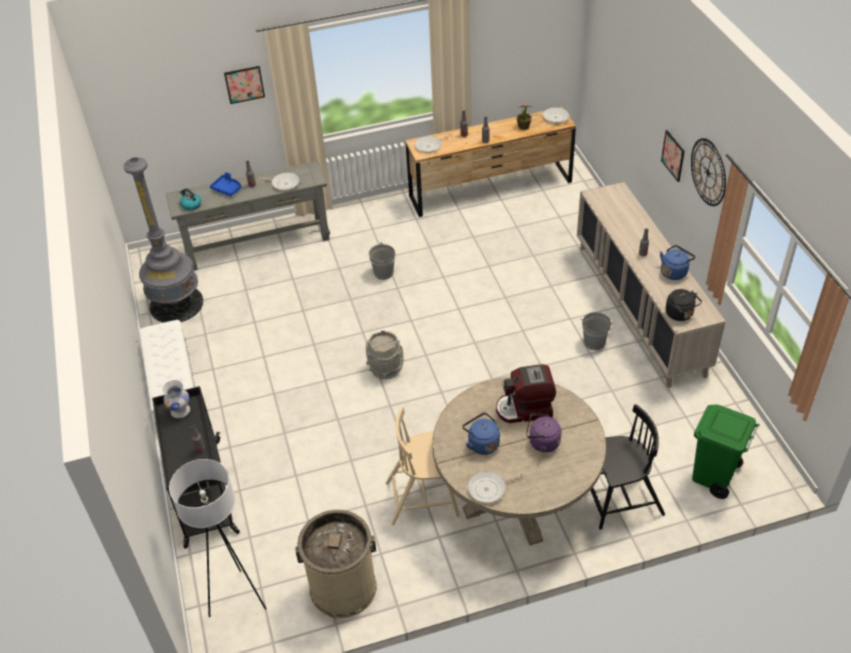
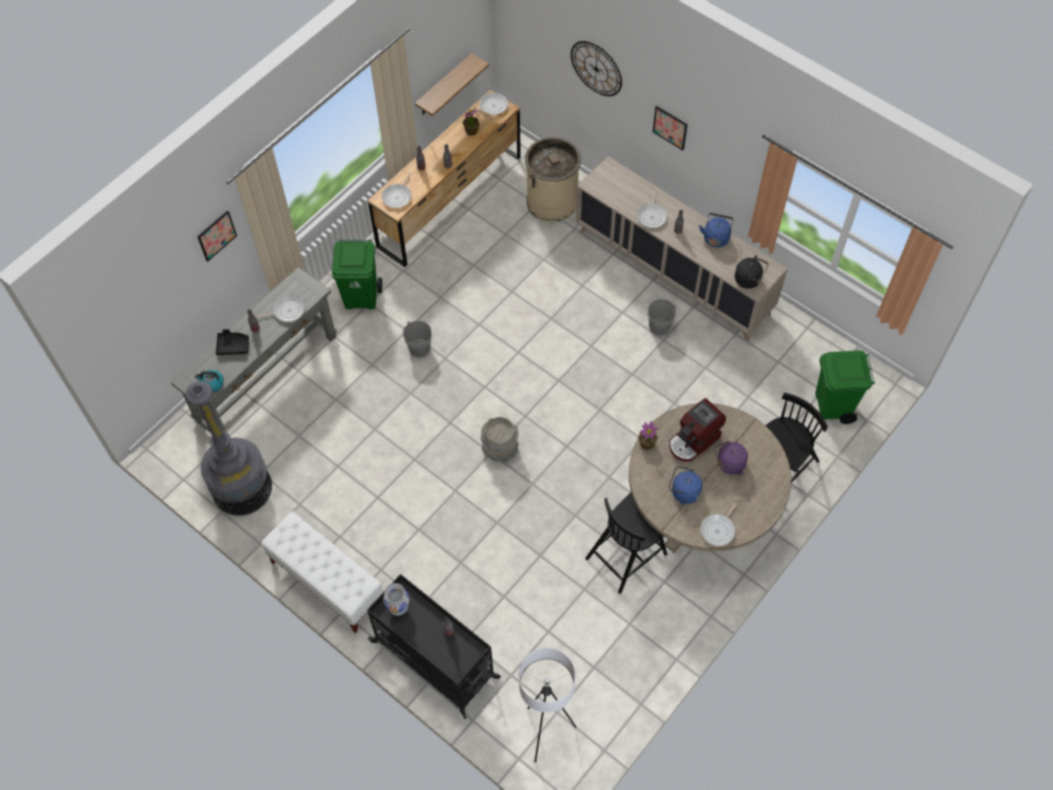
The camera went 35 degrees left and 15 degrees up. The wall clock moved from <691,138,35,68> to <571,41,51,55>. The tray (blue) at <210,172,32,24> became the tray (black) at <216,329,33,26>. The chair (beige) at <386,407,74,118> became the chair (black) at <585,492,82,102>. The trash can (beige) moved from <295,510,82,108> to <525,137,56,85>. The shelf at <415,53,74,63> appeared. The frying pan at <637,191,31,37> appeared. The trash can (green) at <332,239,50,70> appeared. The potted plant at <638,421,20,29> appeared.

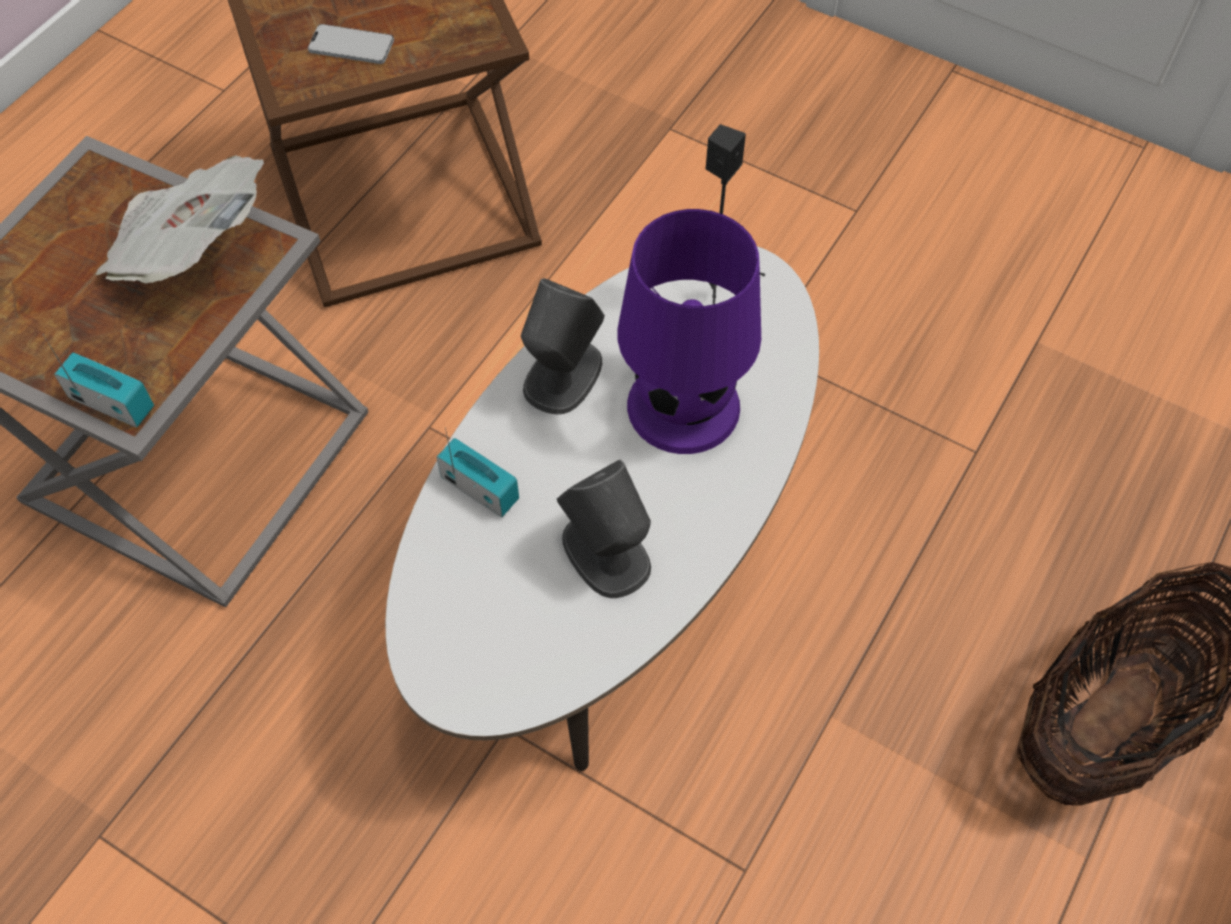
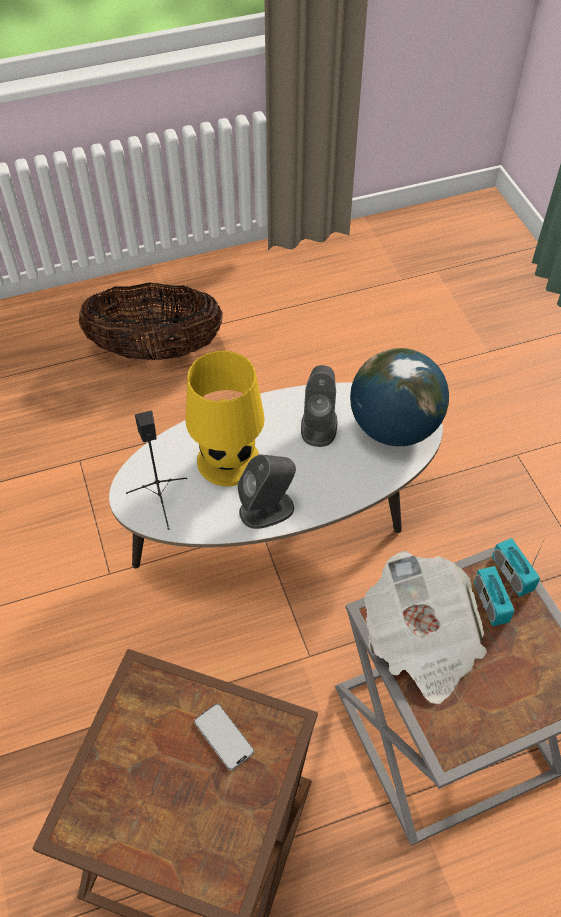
The camera went 140 degrees left and 5 degrees down. The table lamp (purple) at <617,209,144,245> became the table lamp (yellow) at <186,351,79,135>. The radio moved from <436,427,83,90> to <474,566,47,60>. The globe at <350,348,99,98> appeared.

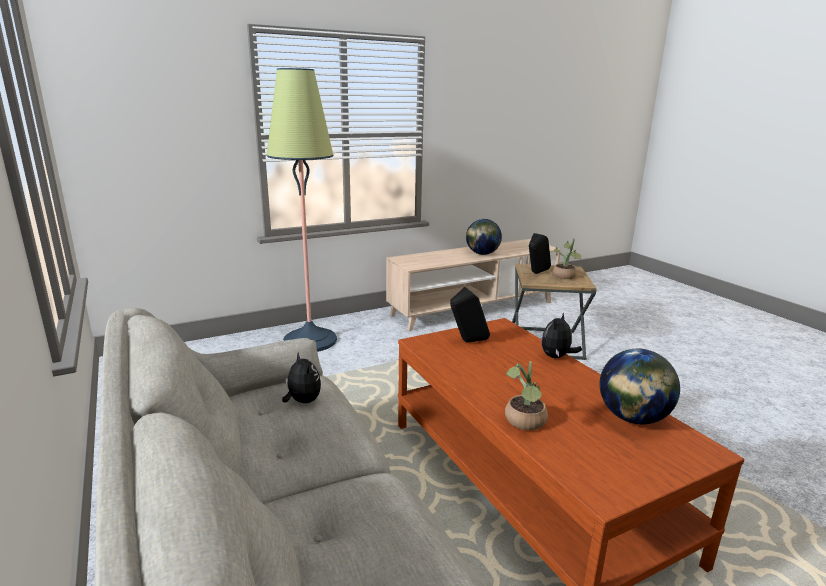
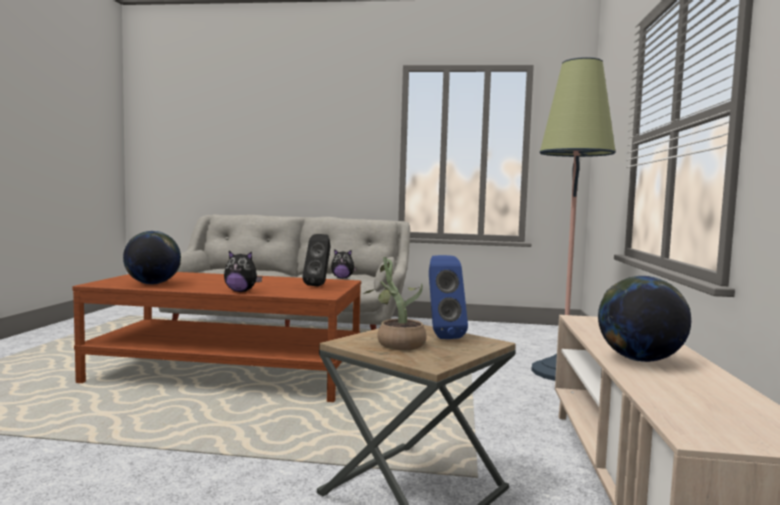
The camera went 125 degrees right and 15 degrees down. The speaker (black) at <529,233,22,41> became the speaker (blue) at <429,255,39,84>. The plush toy at <541,313,41,45> turned 120 degrees clockwise. The potted plant at <505,361,43,69> disappeared.

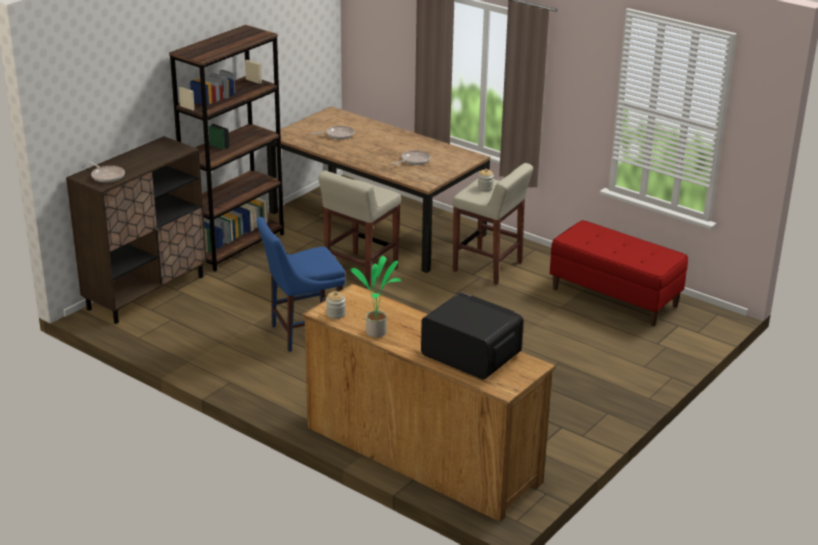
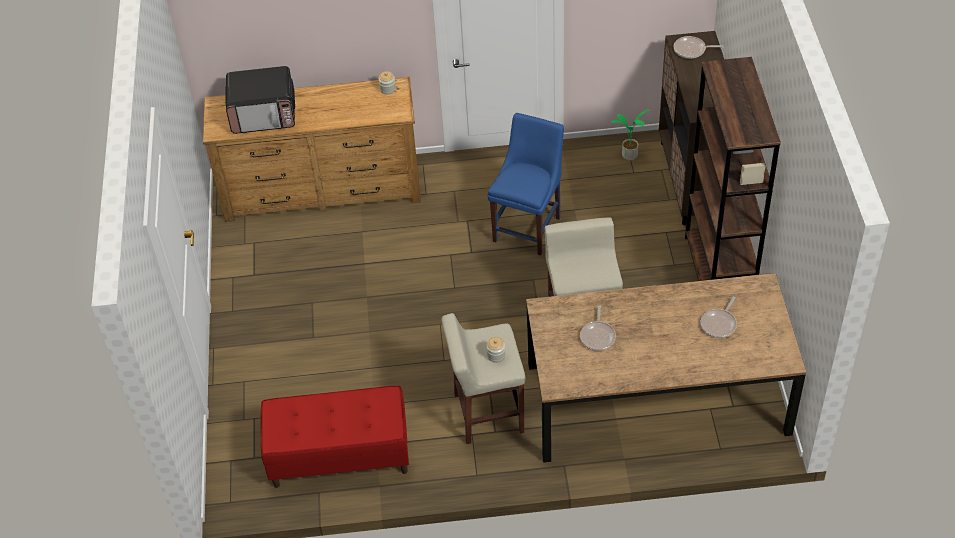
The camera went 140 degrees right and 20 degrees up. The potted plant moved from <351,256,50,82> to <611,110,38,50>.

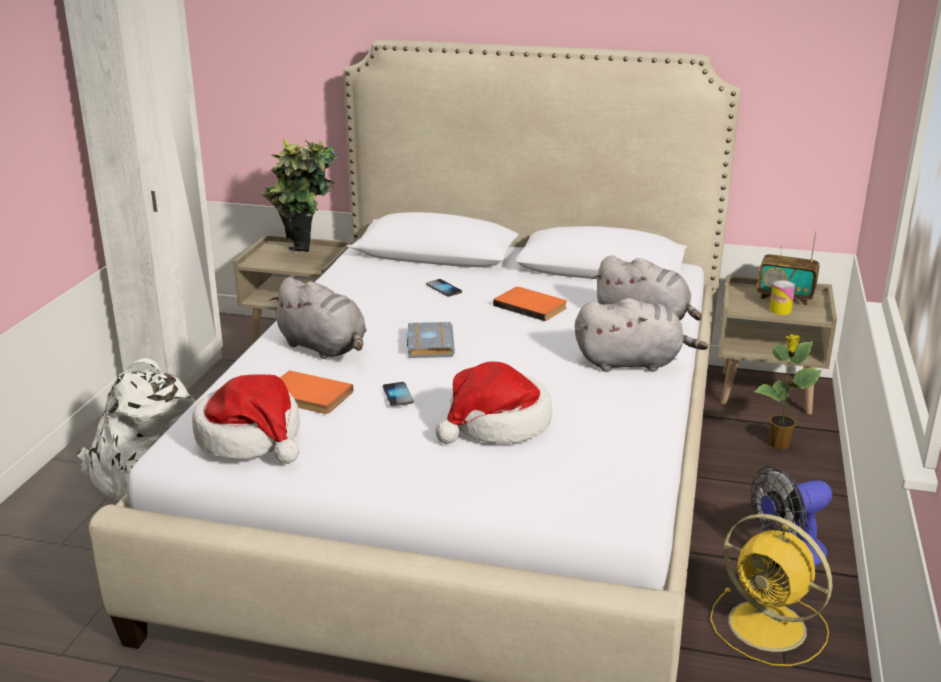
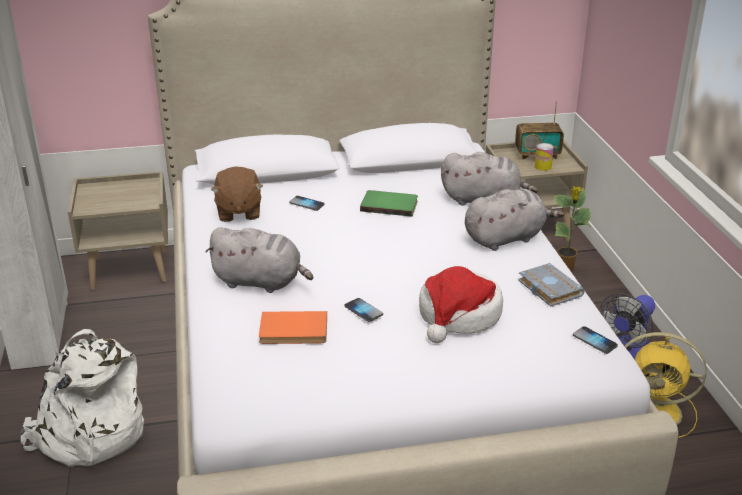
The camera went 25 degrees left and 5 degrees up. The potted plant at <261,139,77,113> disappeared. The book (orange) at <493,287,74,34> became the book (green) at <360,190,58,27>. The book (grey) moved from <407,322,48,36> to <518,263,67,44>. The hat at <192,374,108,90> disappeared. The plush toy (brown) at <211,166,52,56> appeared. The phone at <573,326,45,28> appeared.

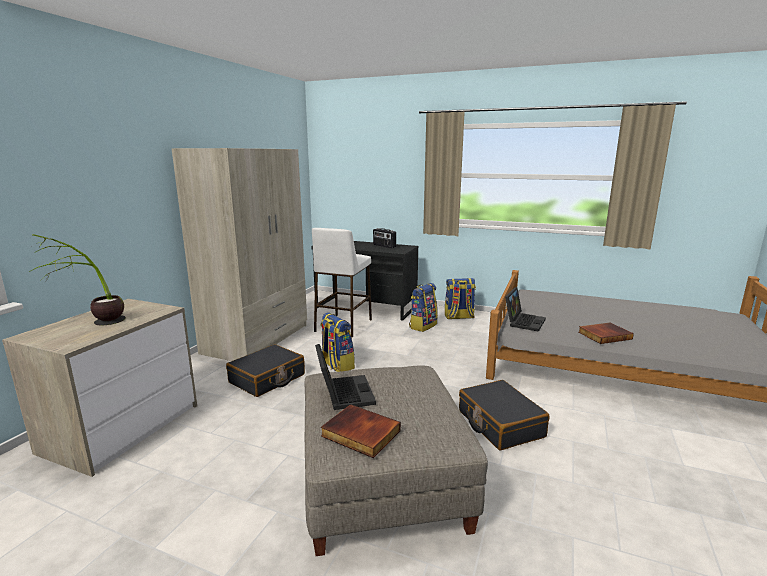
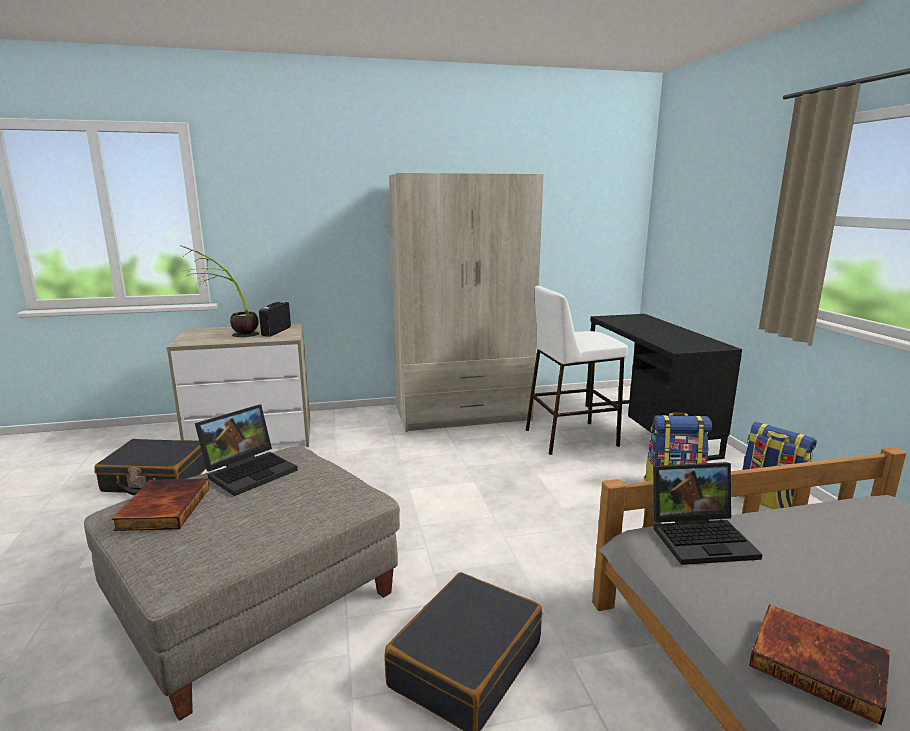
The camera went 55 degrees right and 0 degrees up. The radio moved from <373,228,23,20> to <259,301,32,36>. The backpack at <320,312,35,60> disappeared. The suitcase (black) moved from <226,344,79,53> to <94,439,112,56>.

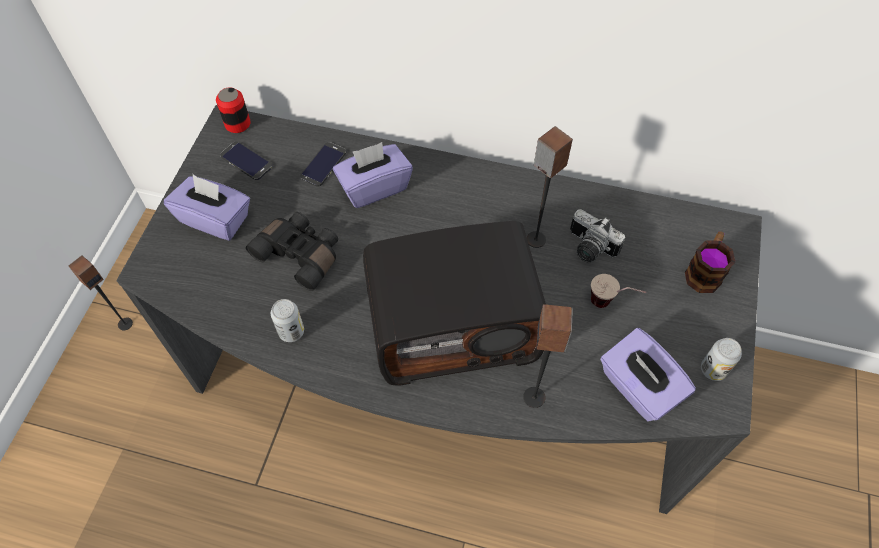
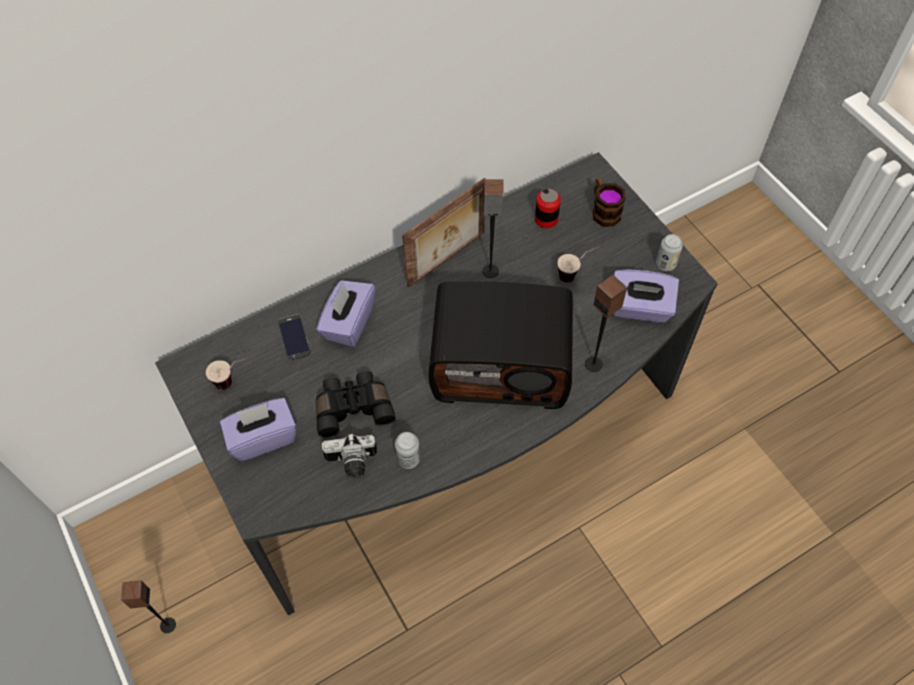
The camera went 45 degrees left and 0 degrees up. The can moved from <216,88,35,45> to <535,189,26,39>. The phone at <220,141,52,39> was replaced by the cup at <206,358,42,32>. The photo camera moved from <570,209,55,54> to <322,433,55,45>. The radio at <363,221,183,165> turned 60 degrees clockwise. The picture frame at <402,178,83,110> appeared.

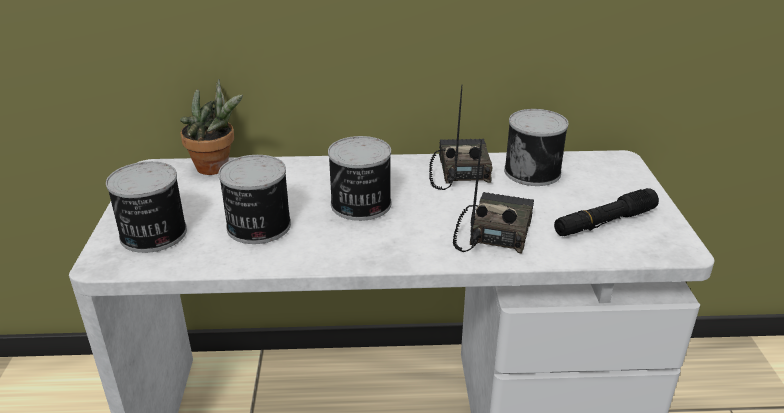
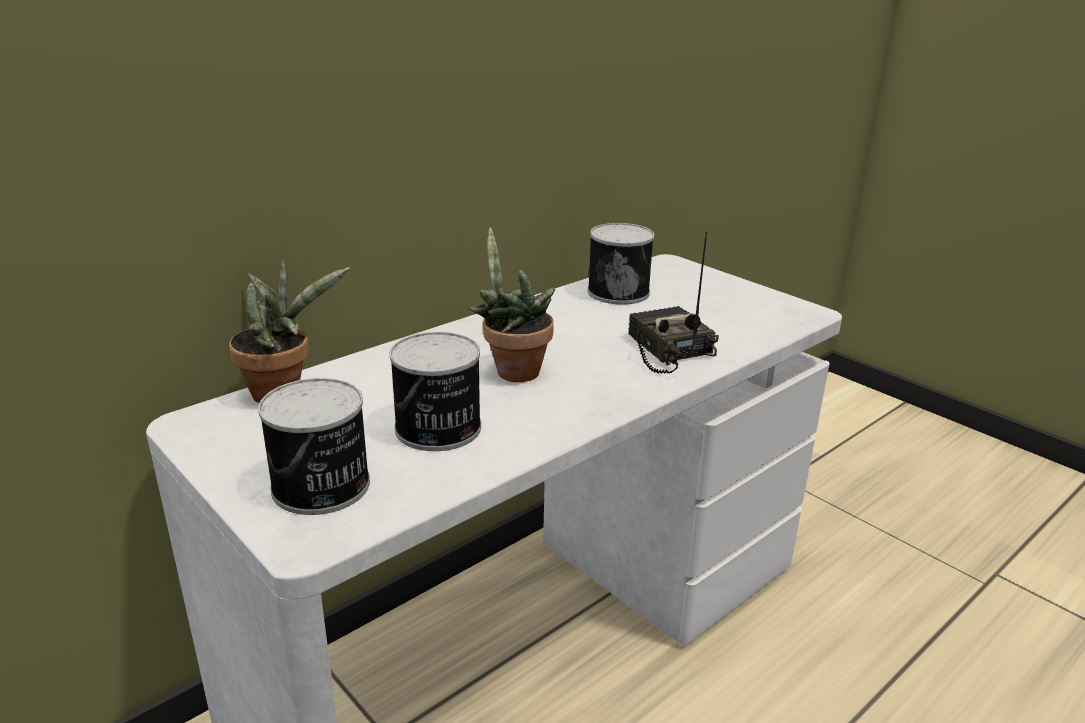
The camera went 40 degrees left and 5 degrees down. The radio at <429,85,63,105> disappeared. The can at <328,136,63,85> was replaced by the potted plant at <468,227,87,155>. The flashlight (black) at <554,188,105,48> disappeared.

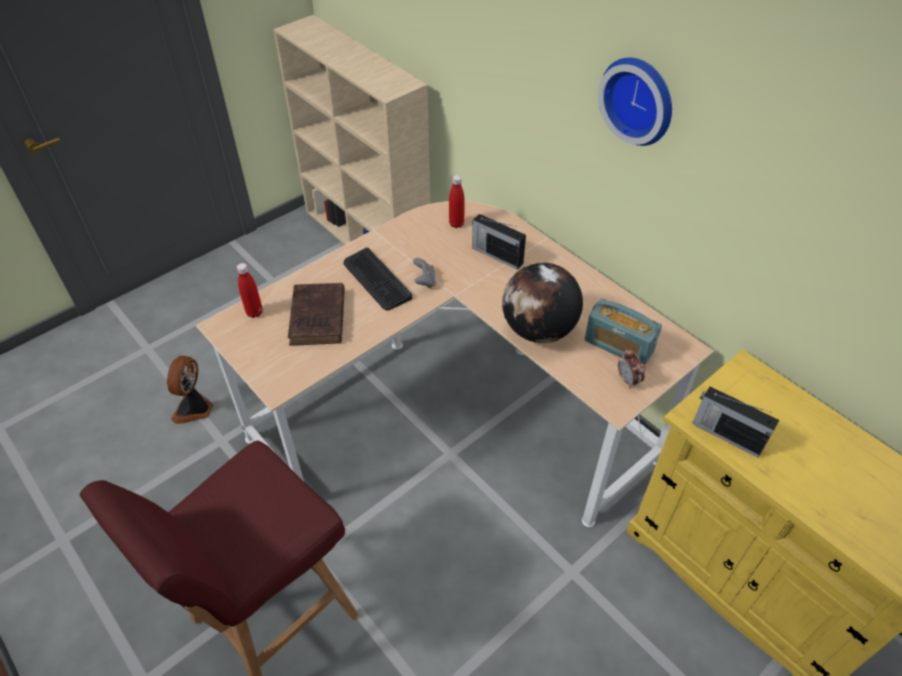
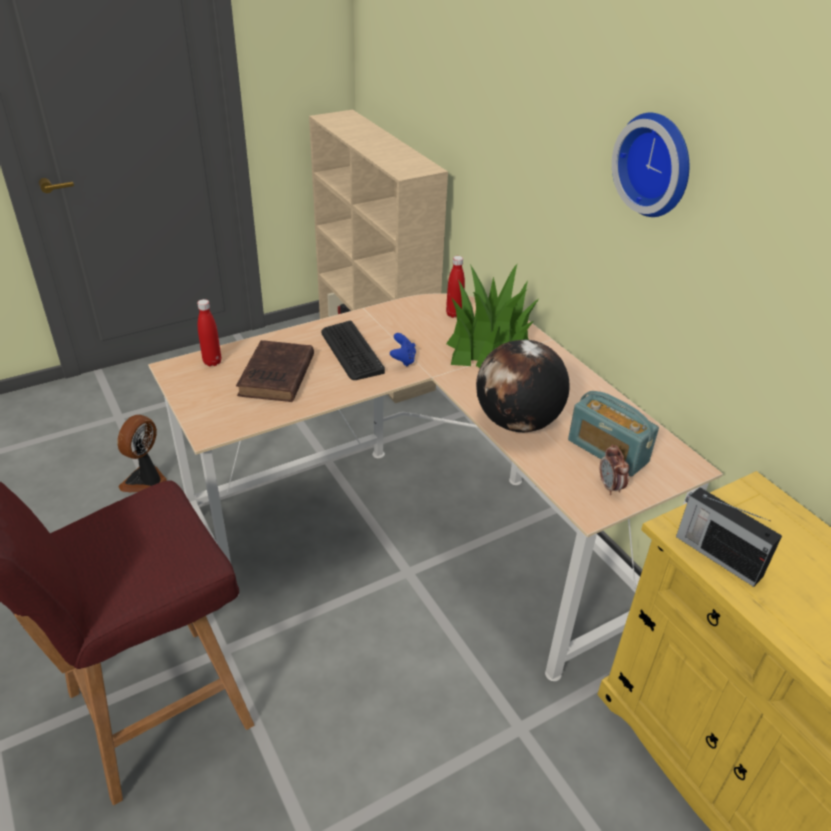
The camera went 10 degrees right and 10 degrees down. The radio at <472,214,54,55> was replaced by the potted plant at <446,264,93,104>. The game controller (grey) at <413,258,23,30> became the game controller (blue) at <390,333,26,34>.

